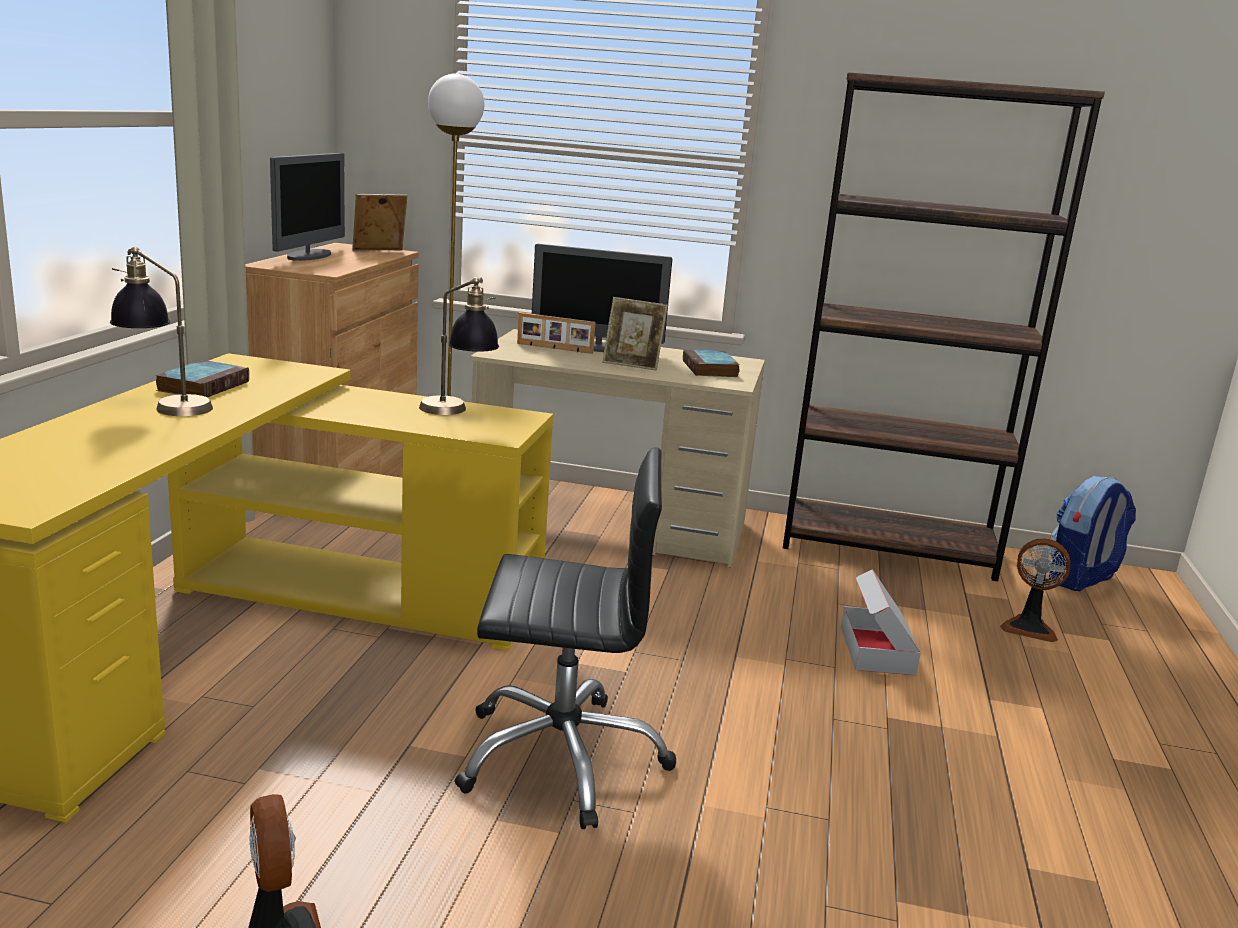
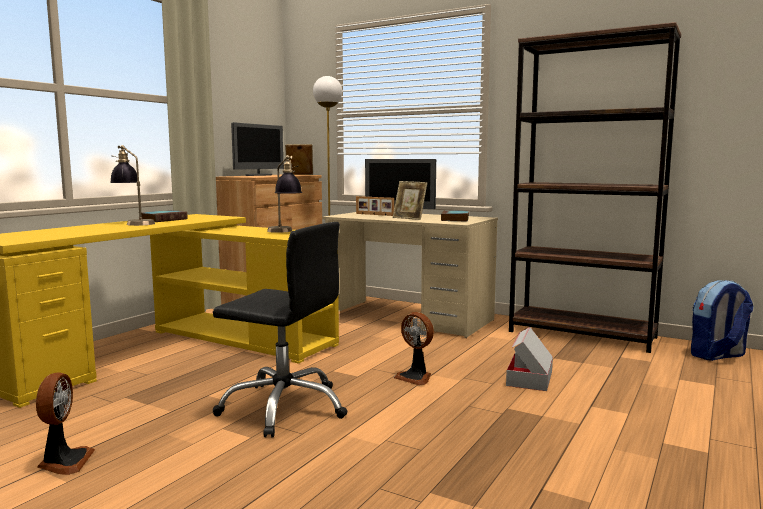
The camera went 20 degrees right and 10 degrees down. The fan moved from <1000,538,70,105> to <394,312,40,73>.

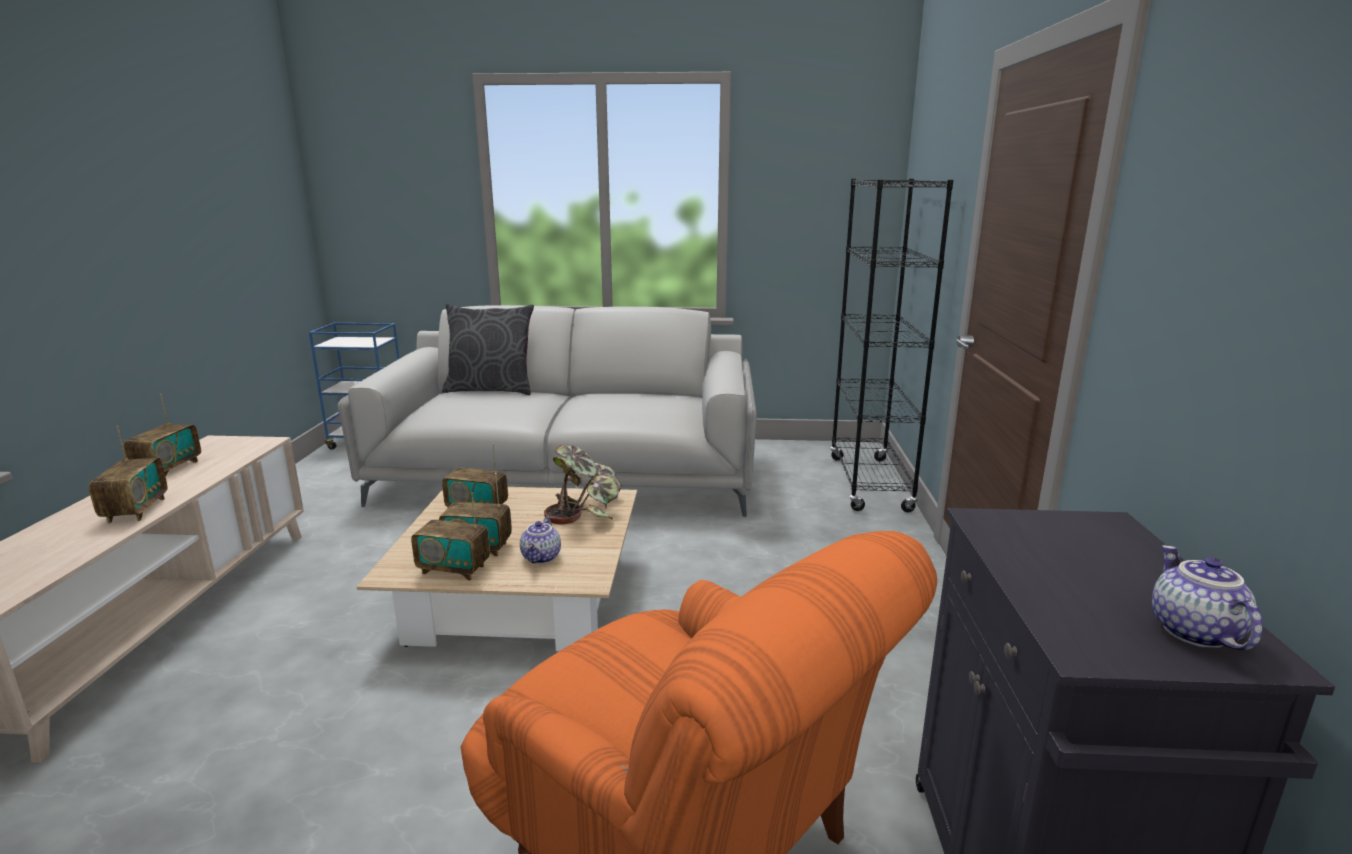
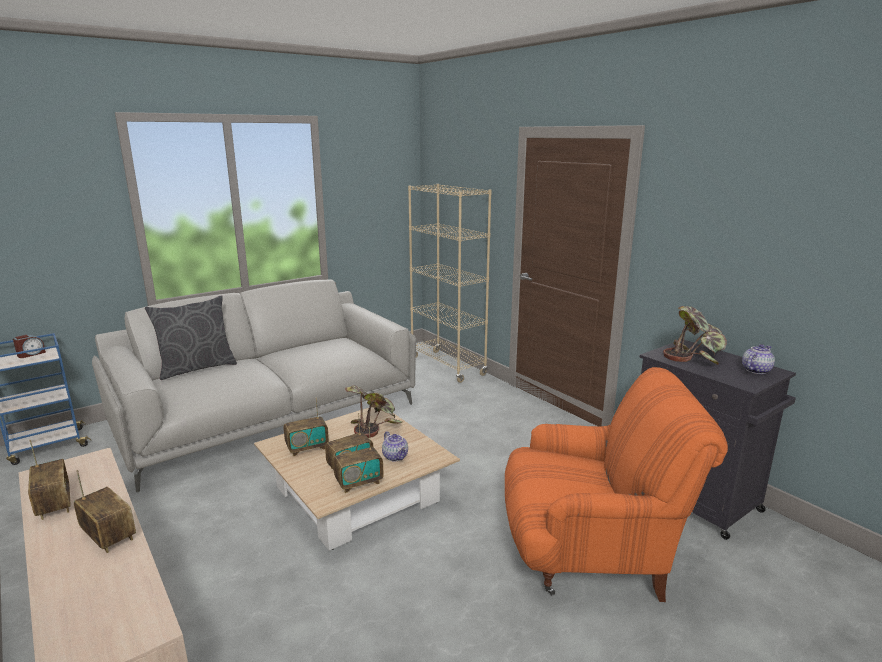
The camera went 40 degrees left and 0 degrees up. The bookcase (black) at <830,179,123,333> became the bookcase (beige) at <408,184,84,199>. The teapot at <1152,545,110,106> turned 90 degrees clockwise. The potted plant at <663,306,64,59> appeared. The alarm clock at <13,335,33,23> appeared.

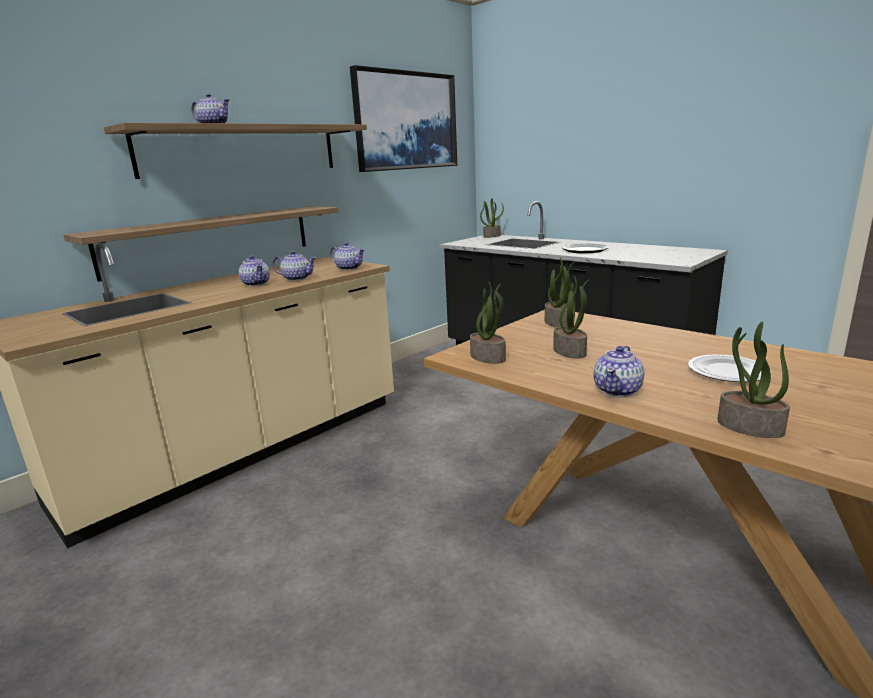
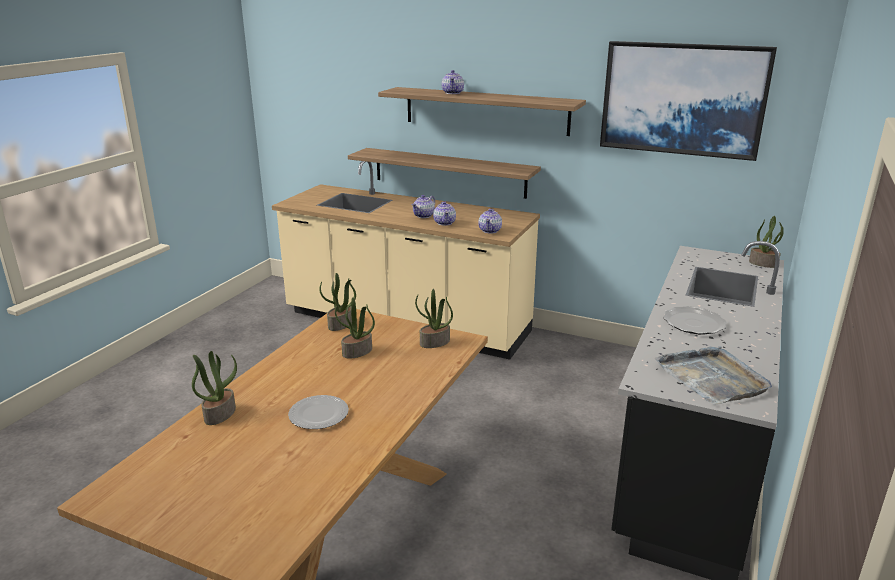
The camera went 70 degrees right and 5 degrees up. The teapot at <593,346,51,51> disappeared. The tray (grey) at <655,346,117,59> appeared.

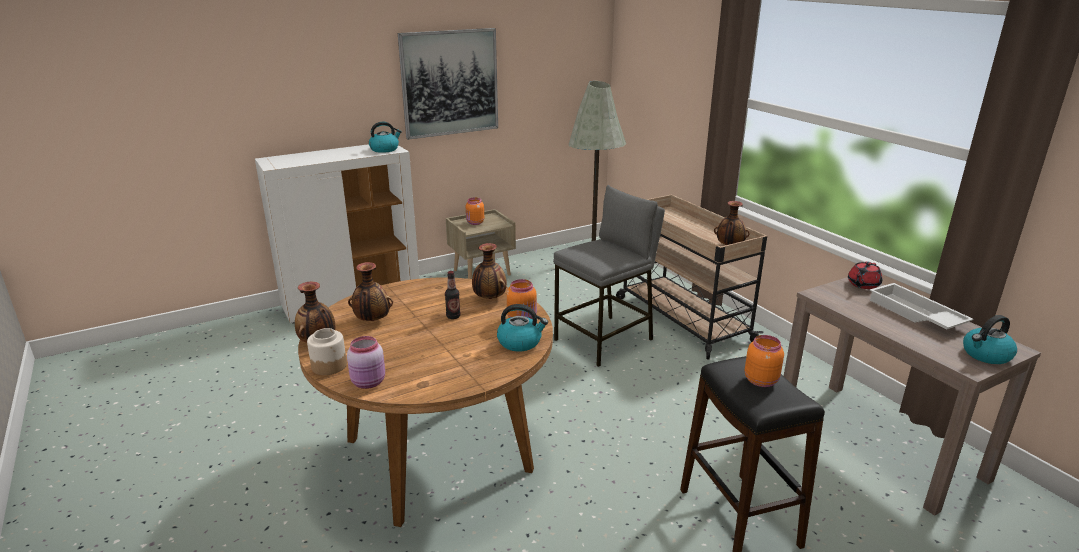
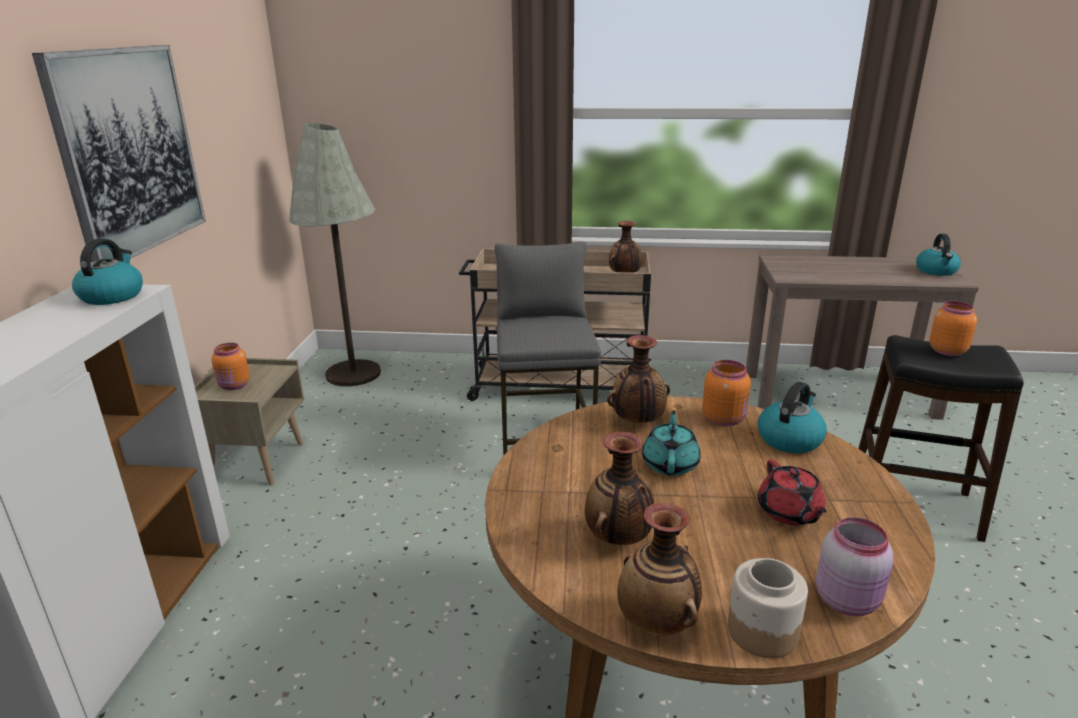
The camera went 55 degrees left and 0 degrees up. The teapot (red) moved from <848,261,34,28> to <758,460,69,65>. The bottle at <445,271,15,48> was replaced by the teapot (turquoise) at <642,410,59,66>. The tray (white) at <869,283,105,46> disappeared.

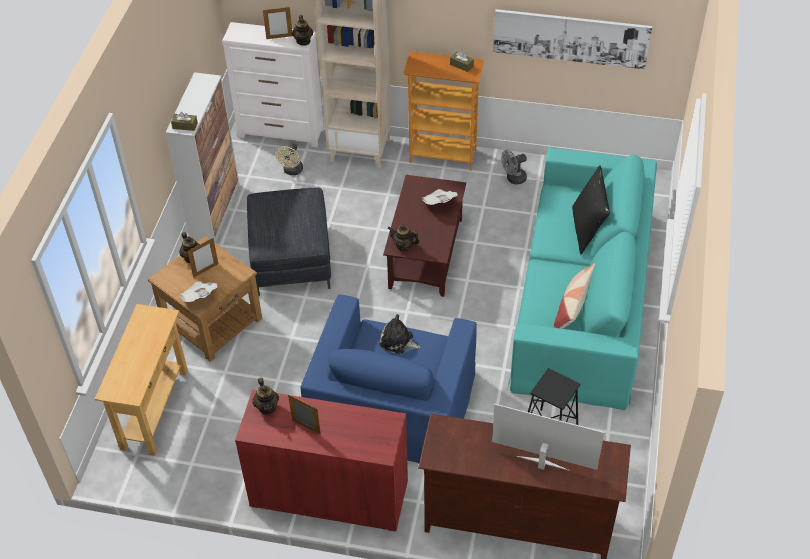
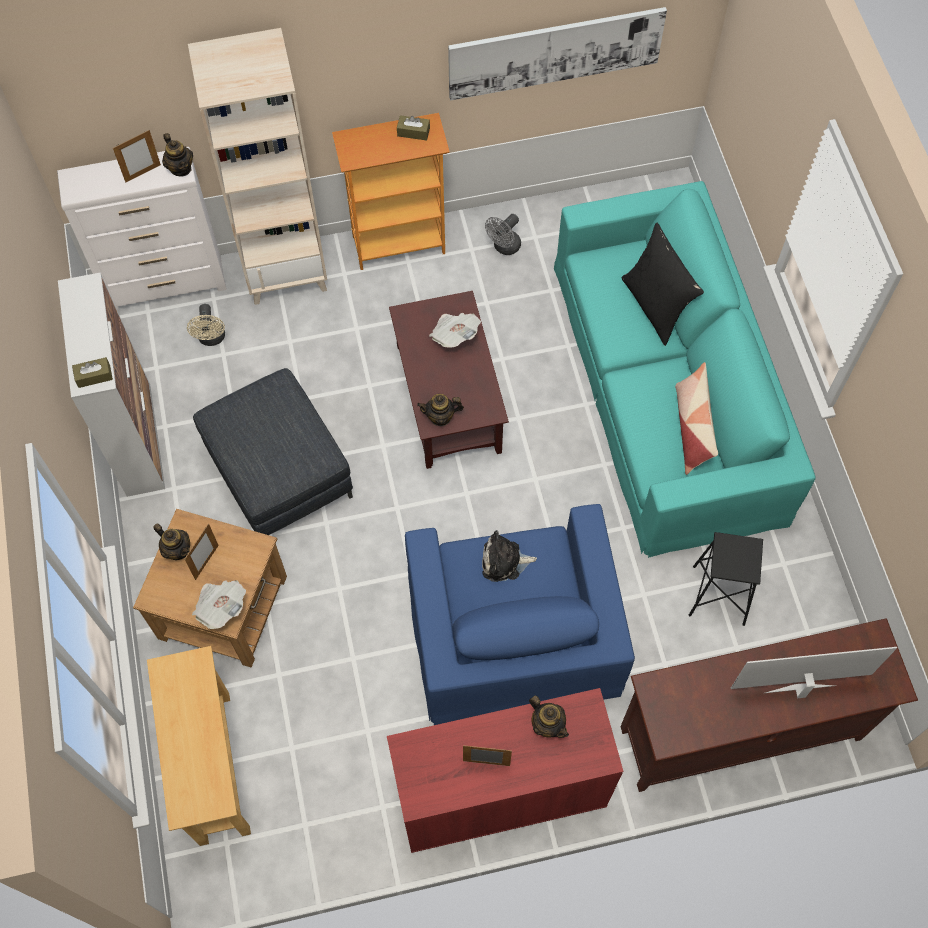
The camera went 25 degrees left and 15 degrees up. The teapot moved from <252,378,27,36> to <529,695,40,43>.

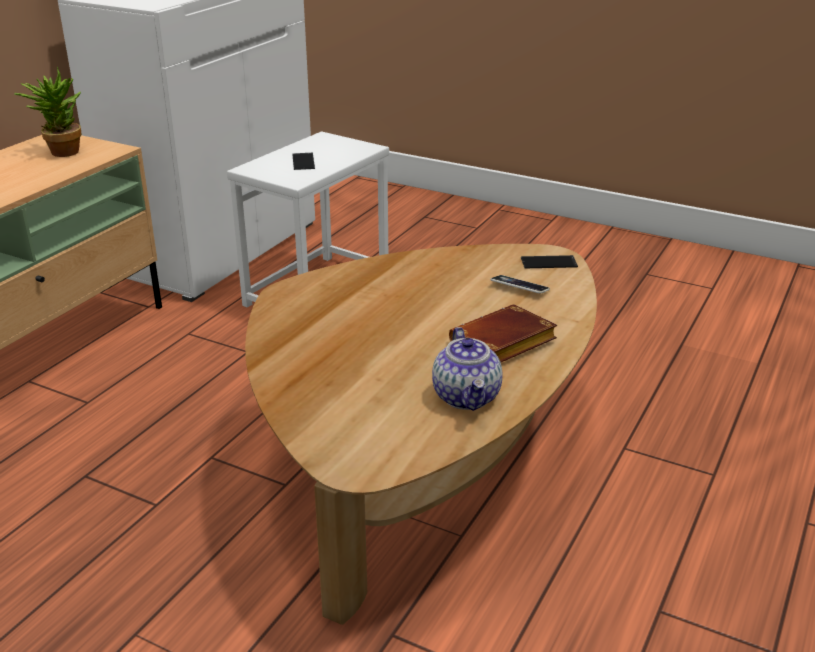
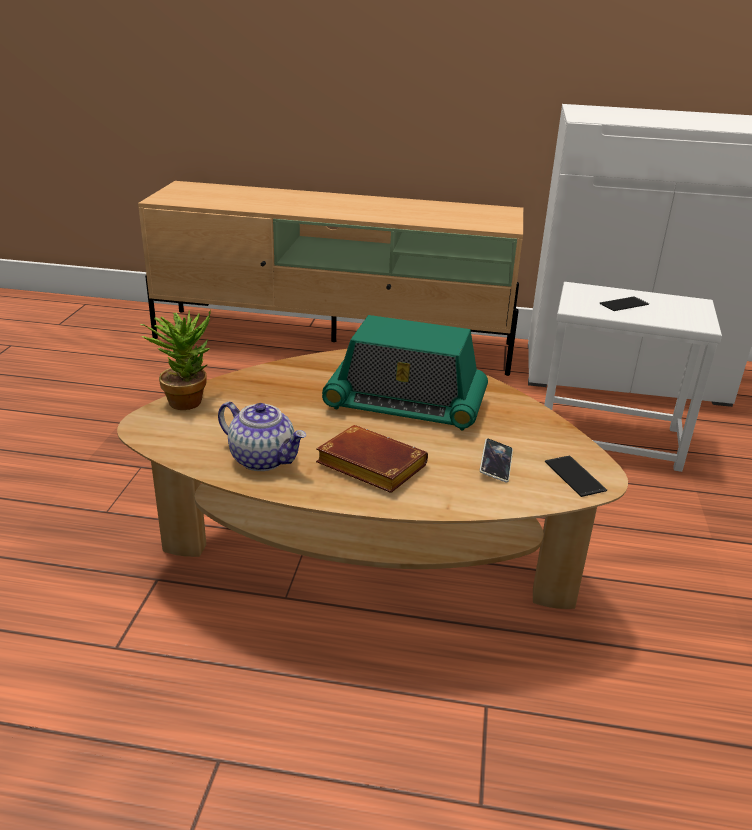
The camera went 70 degrees right and 0 degrees up. The potted plant moved from <14,66,67,91> to <140,310,71,100>. The teapot at <432,327,71,84> turned 120 degrees counterclockwise. The radio at <322,315,166,116> appeared.

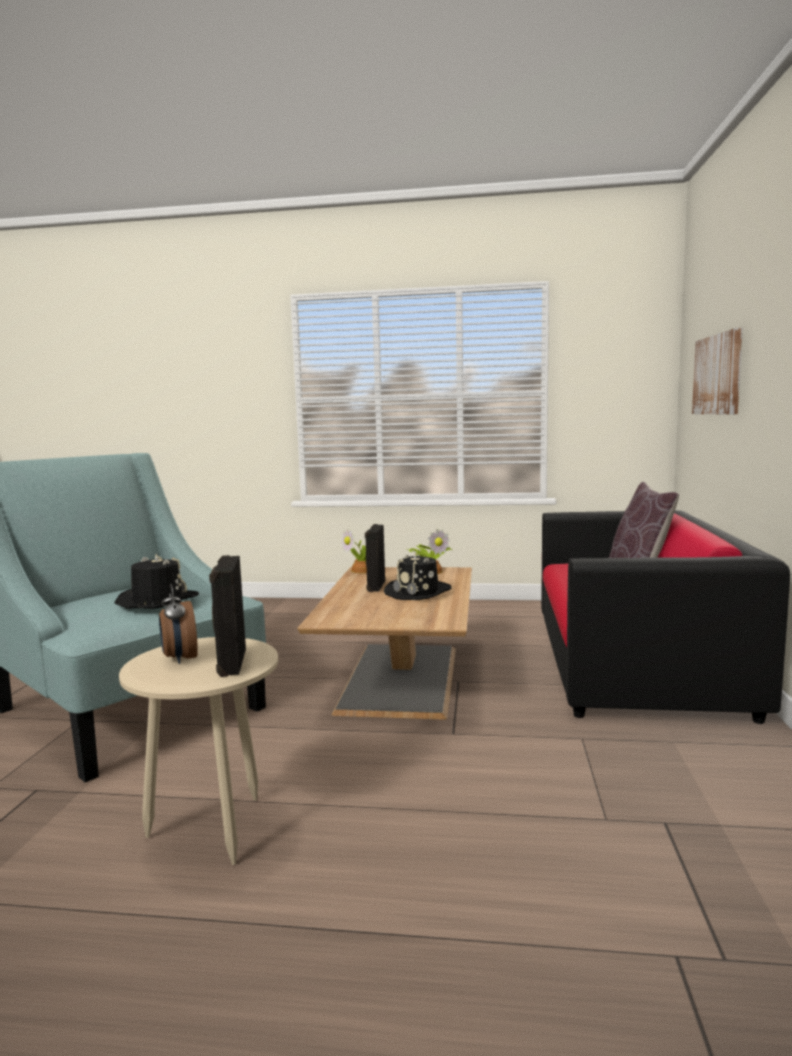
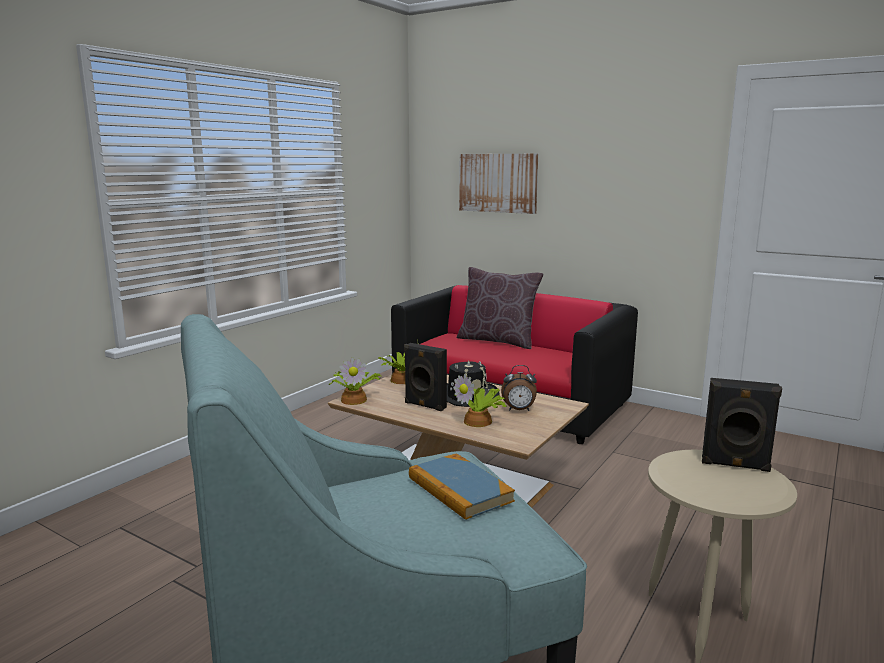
The camera went 65 degrees left and 5 degrees up. The hat (black) at <114,554,85,55> was replaced by the book at <409,453,106,67>. The alarm clock moved from <159,584,39,80> to <501,365,36,46>. The potted plant at <453,374,53,53> appeared.

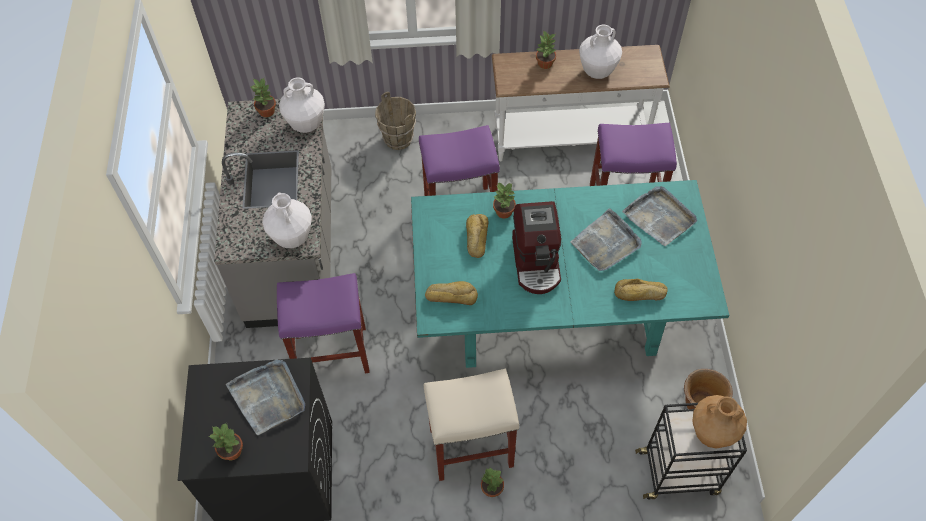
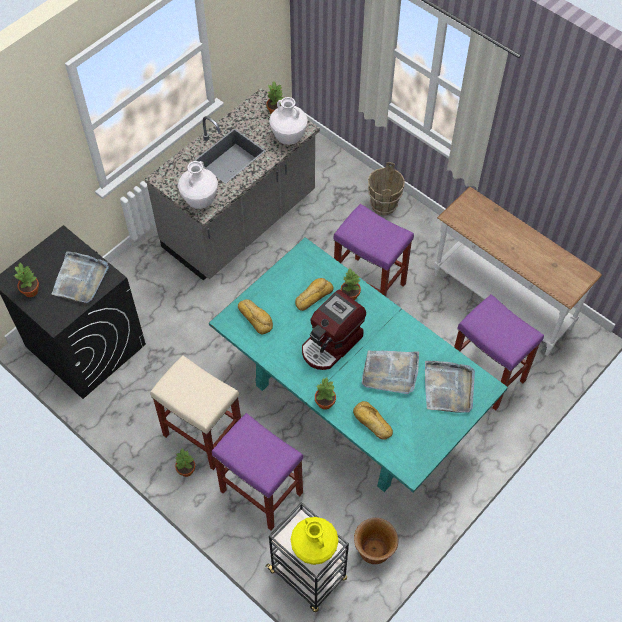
The camera went 45 degrees right and 0 degrees up. The vase (white) at <579,24,43,55> disappeared. The potted plant moved from <536,31,20,38> to <315,378,21,32>. The stool (purple) moved from <277,273,93,100> to <212,413,91,118>. The vase (brown) at <692,395,55,53> became the vase (yellow) at <291,517,47,48>.

